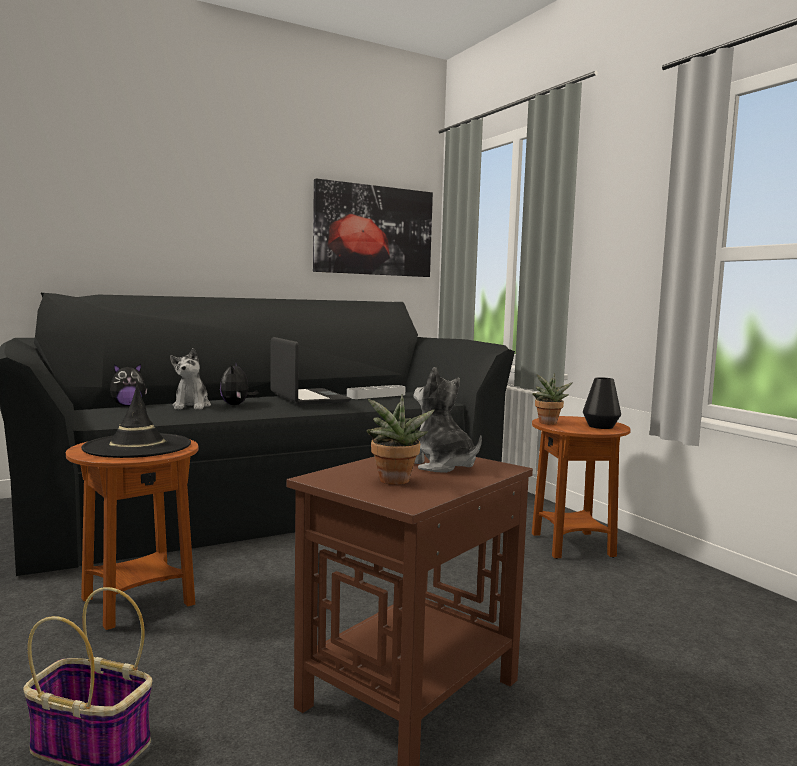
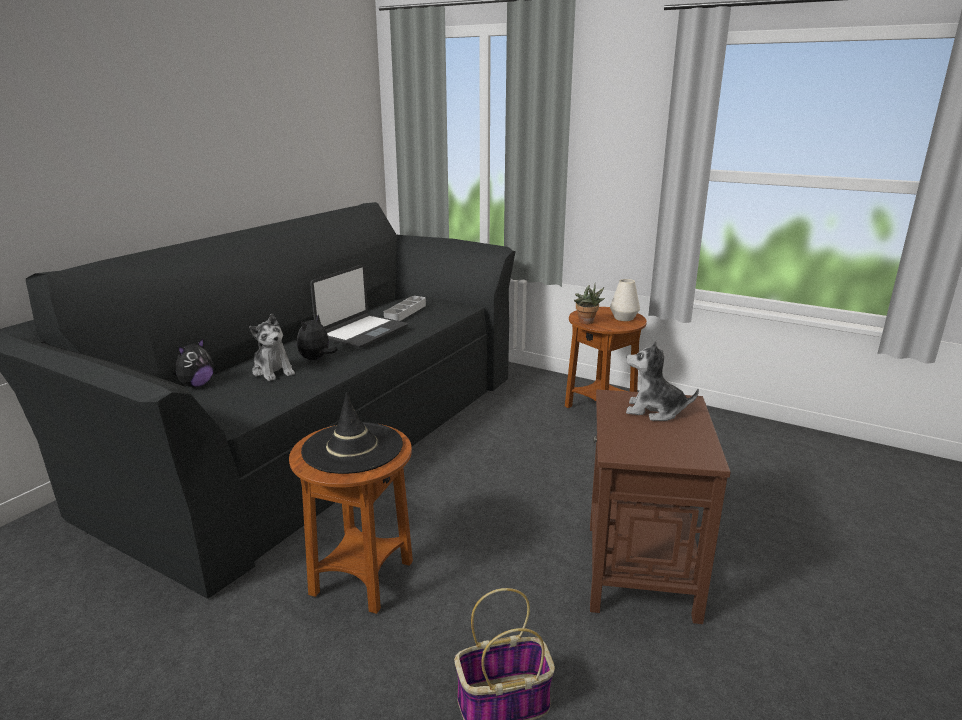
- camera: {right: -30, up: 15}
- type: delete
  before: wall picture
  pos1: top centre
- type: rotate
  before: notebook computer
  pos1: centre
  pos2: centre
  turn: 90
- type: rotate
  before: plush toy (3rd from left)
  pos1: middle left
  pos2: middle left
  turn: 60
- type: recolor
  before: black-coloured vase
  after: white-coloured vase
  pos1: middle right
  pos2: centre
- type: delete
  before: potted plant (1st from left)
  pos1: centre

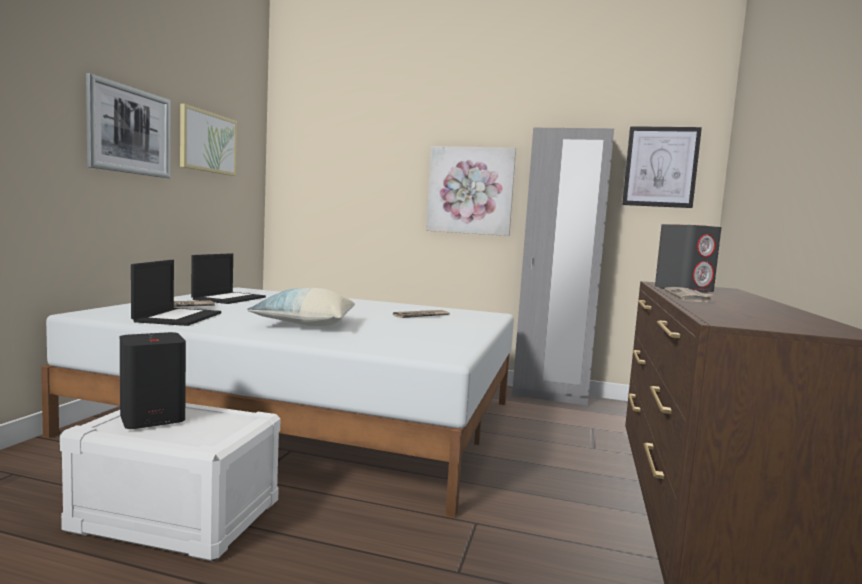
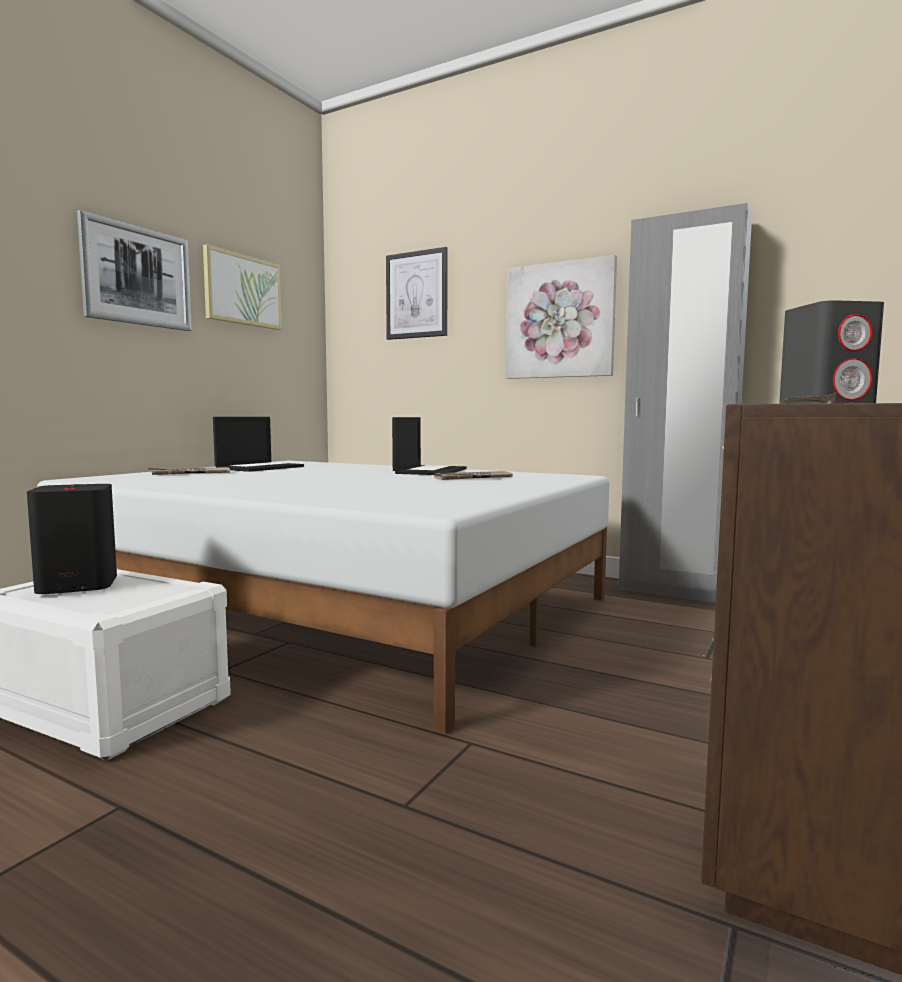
- camera: {right: 15, up: 0}
- type: move
  before: wall picture (4th from left in the first image)
  after: wall picture (3rd from left)
  pos1: top right
  pos2: top centre
- type: move
  before: notebook computer (1st from left in the first image)
  after: notebook computer (2nd from left)
  pos1: middle left
  pos2: centre
- type: delete
  before: pillow
  pos1: centre

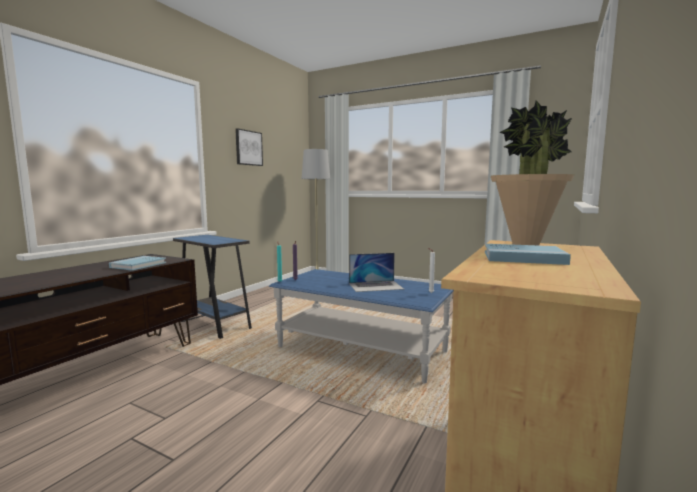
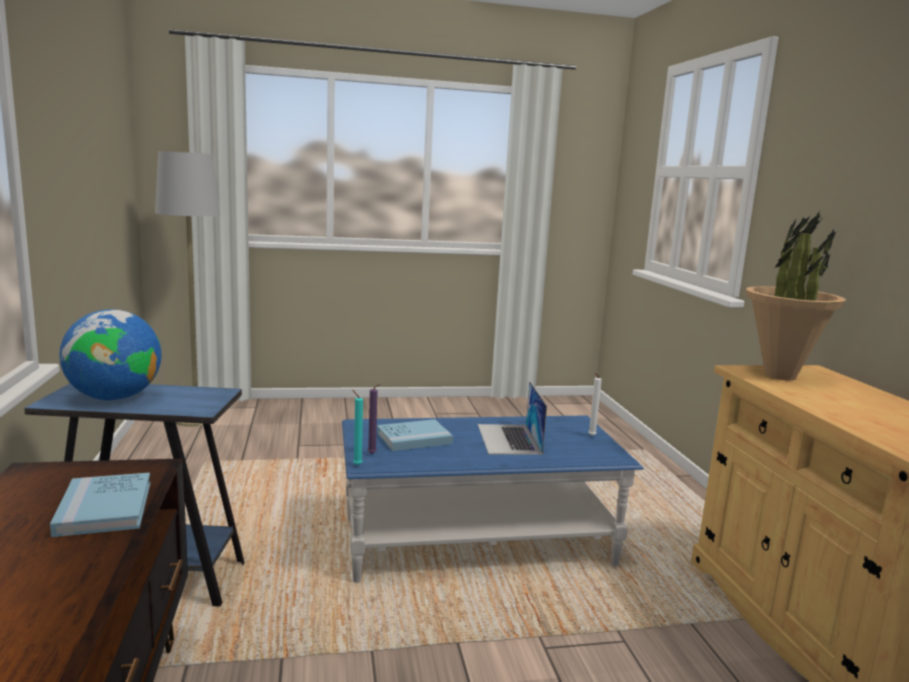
- camera: {right: -40, up: 5}
- type: delete
  before: wall picture
  pos1: top centre
- type: move
  before: blue book (2nd from left)
  pos1: middle right
  pos2: centre
- type: rotate
  before: notebook computer
  pos1: centre
  pos2: centre
  turn: 135
- type: insert
  after: globe
  pos2: middle left

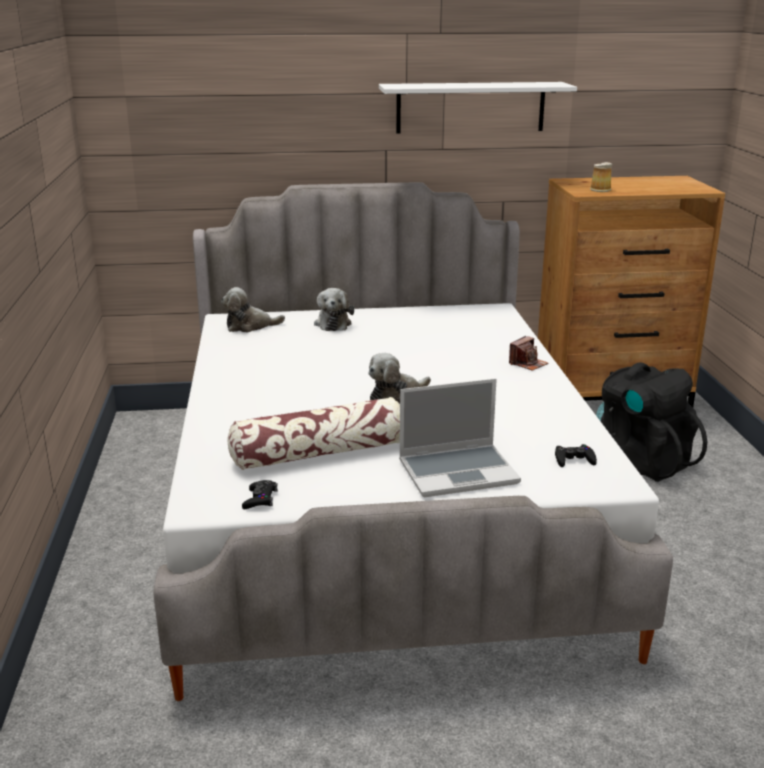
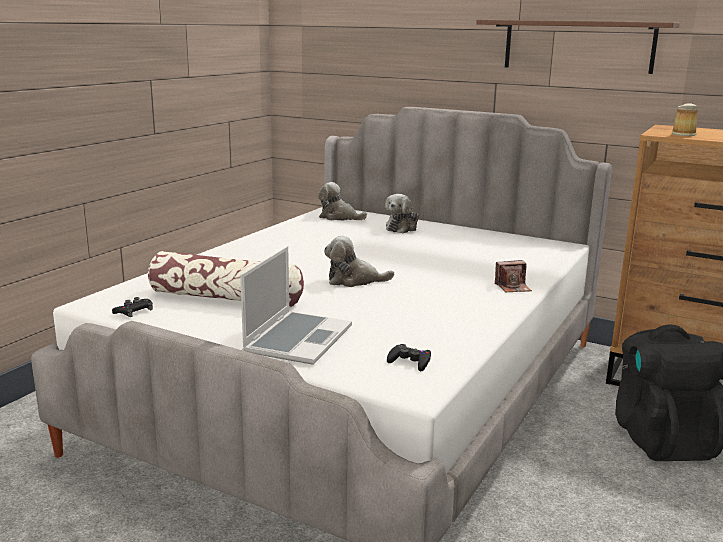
- camera: {right: 35, up: -5}
- type: recolor
  before: white-coloured bracket shelf
  after: brownish bracket shelf
  pos1: top centre
  pos2: top right
- type: rotate
  before: notebook computer
  pos1: centre
  pos2: centre
  turn: -90

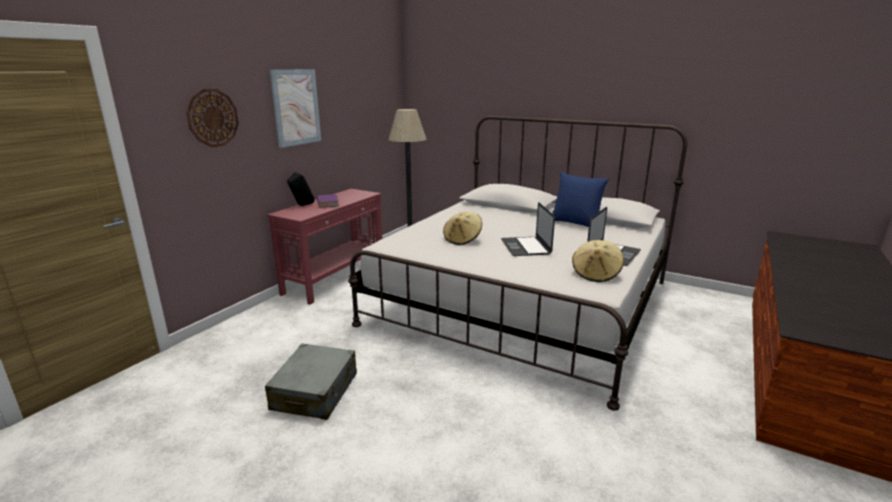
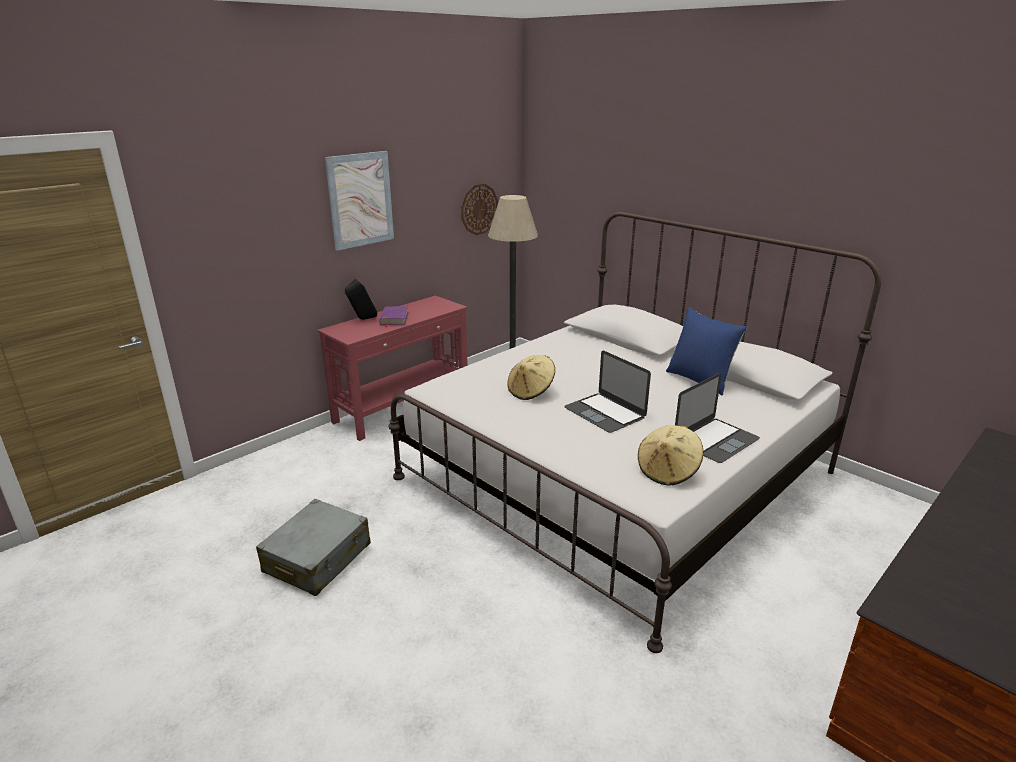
- camera: {right: 15, up: 5}
- type: move
  before: clock on the wall
  pos1: top left
  pos2: top centre
- type: rotate
  before: notebook computer (1st from left)
  pos1: centre
  pos2: centre
  turn: -45

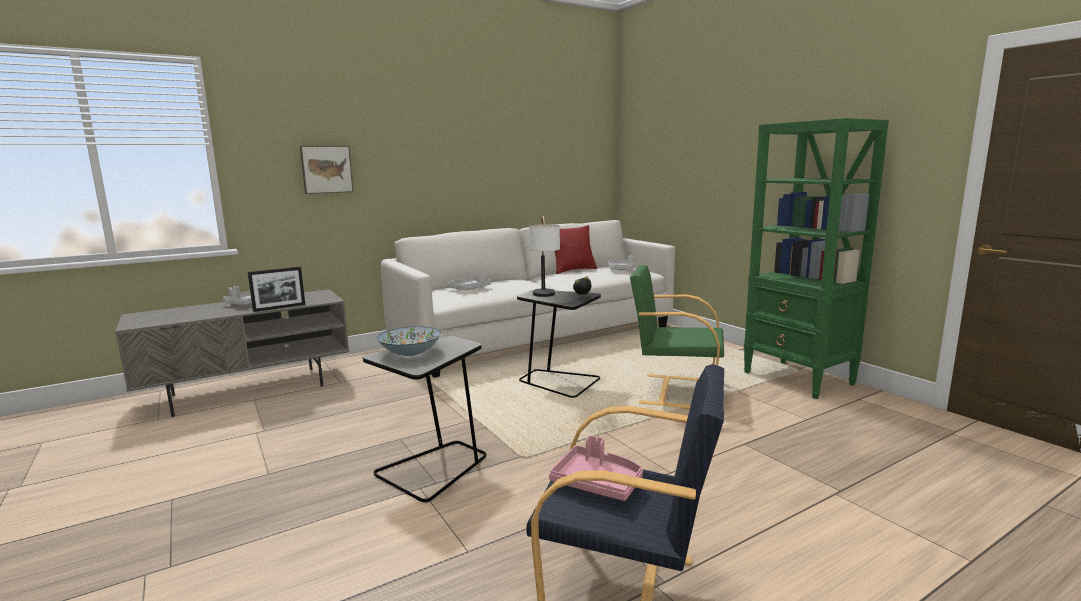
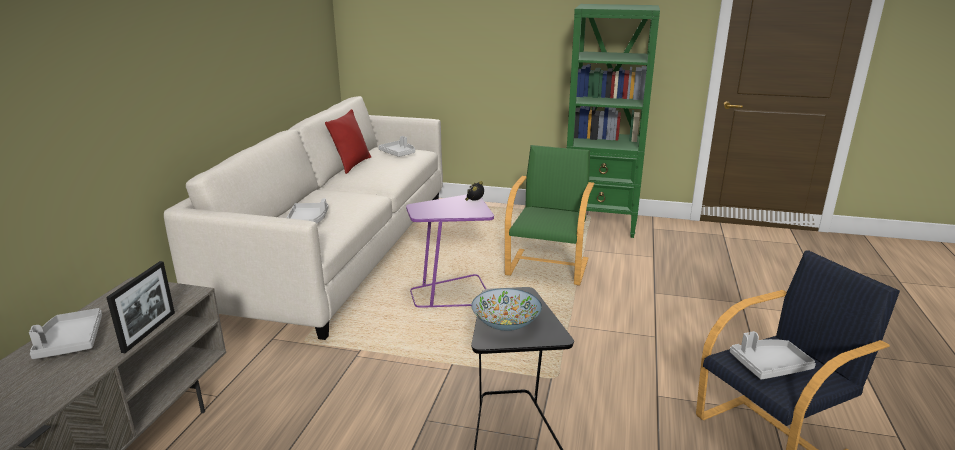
- camera: {right: -45, up: 10}
- type: delete
  before: wall picture
  pos1: top left
- type: delete
  before: table lamp
  pos1: centre
- type: rotate
  before: greenish easy chair
  pos1: centre
  pos2: centre
  turn: 135
- type: recolor
  before: black-coloured side table (2nd from left)
  after: purple side table
  pos1: centre
  pos2: centre
- type: recolor
  before: pink serving tray
  after: grey serving tray (4th from left)
  pos1: bottom centre
  pos2: bottom right

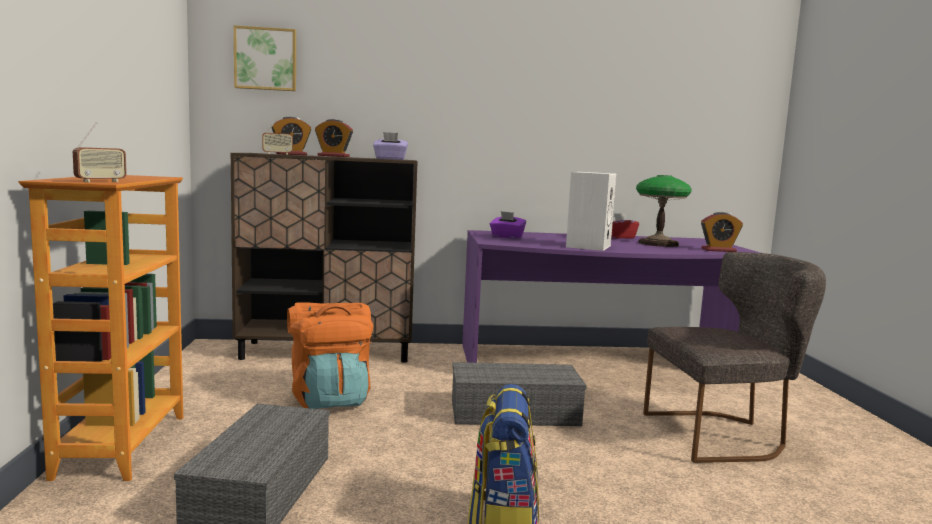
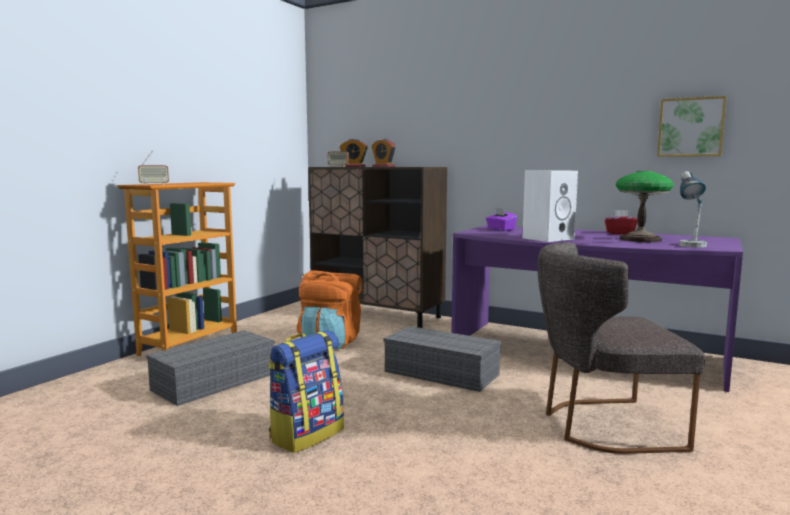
- camera: {right: 35, up: 0}
- type: move
  before: wall picture
  pos1: top left
  pos2: top right
- type: delete
  before: purple tissue holder (1st from left)
  pos1: top centre
- type: replace
  before: bedside clock (3rd from left)
  after: table lamp (2nd from left)
  pos1: middle right
  pos2: middle right
- type: rotate
  before: grey chair
  pos1: bottom right
  pos2: bottom right
  turn: 150

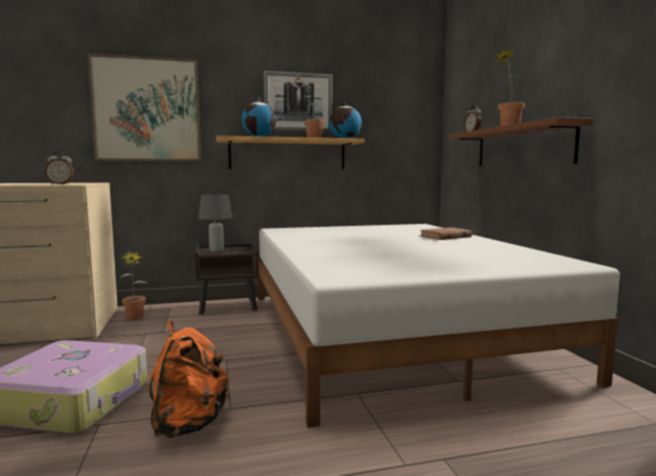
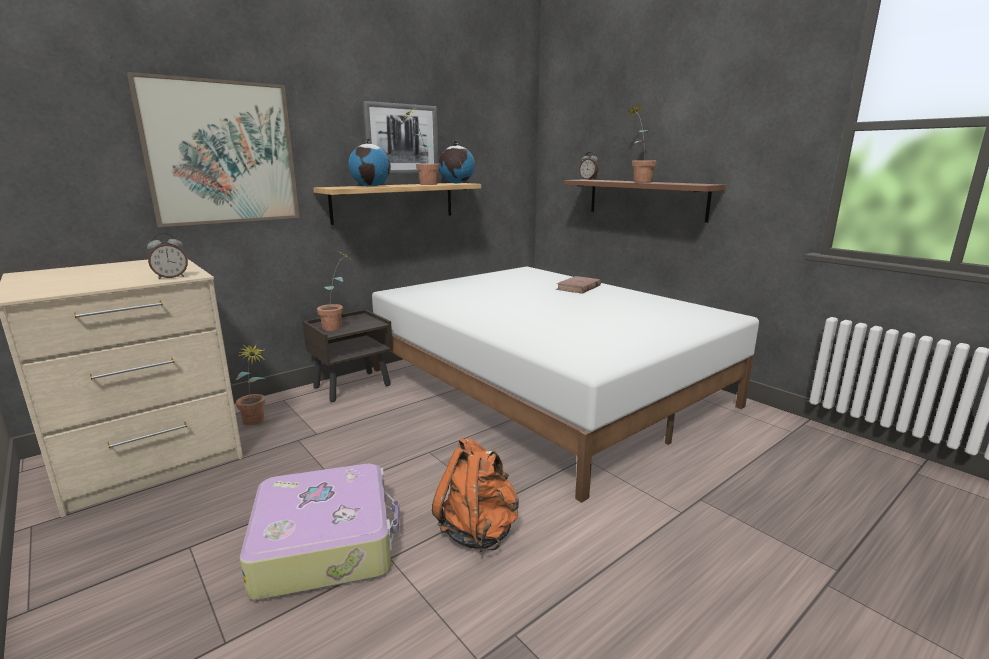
- camera: {right: -25, up: 10}
- type: replace
  before: grey table lamp
  after: potted plant (2nd from left)
  pos1: middle left
  pos2: centre

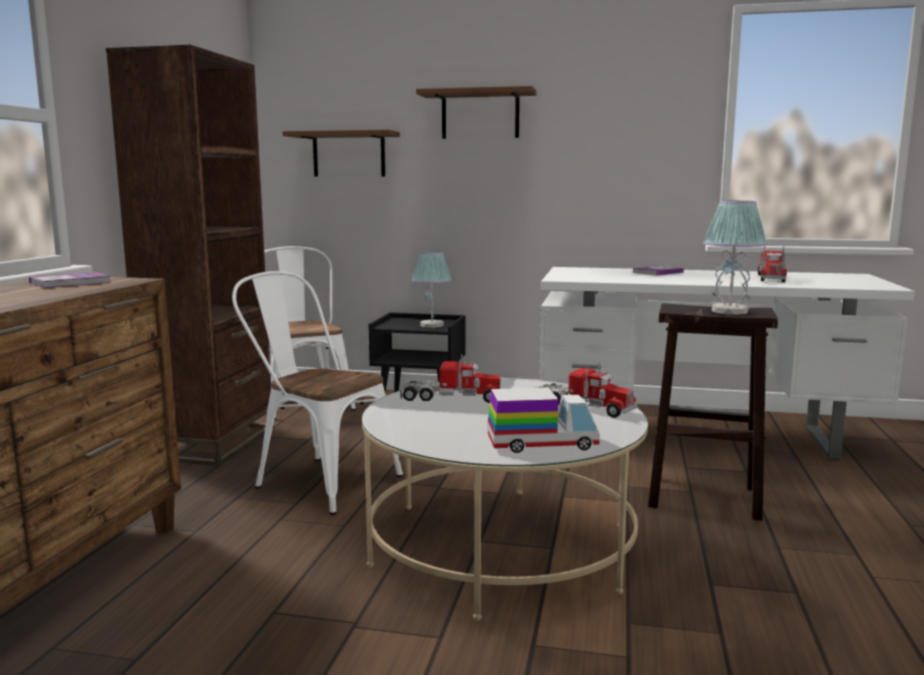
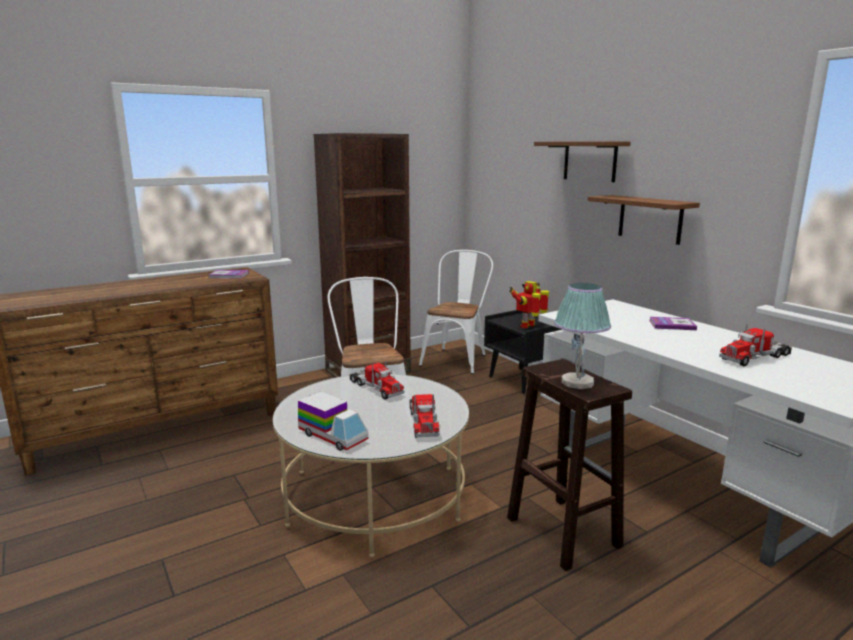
- camera: {right: 45, up: 5}
- type: move
  before: brownish bracket shelf (1st from left in the first image)
  after: brownish bracket shelf (2nd from left)
  pos1: top centre
  pos2: middle right
- type: replace
  before: table lamp (1st from left)
  after: toy robot
  pos1: centre
  pos2: centre

